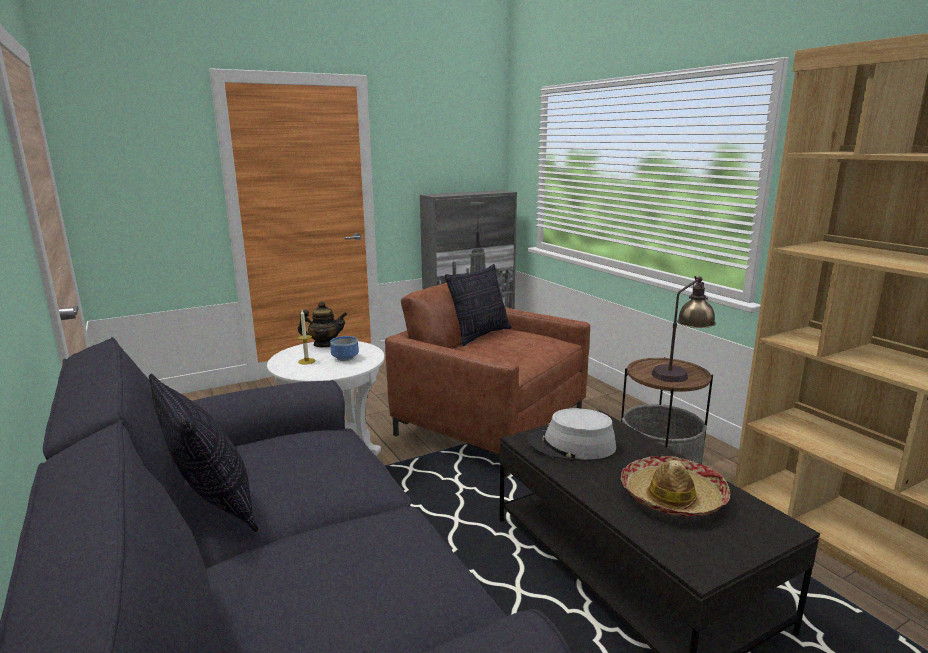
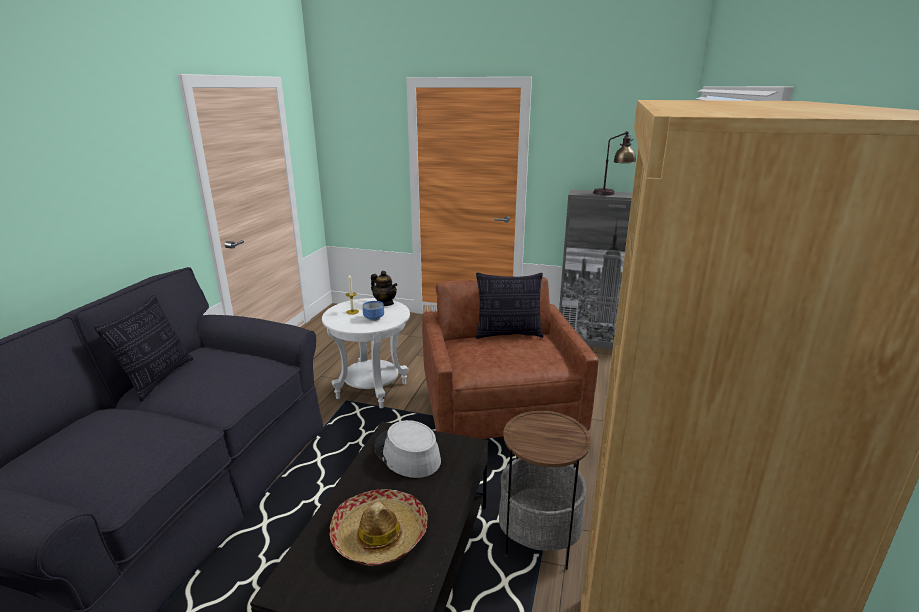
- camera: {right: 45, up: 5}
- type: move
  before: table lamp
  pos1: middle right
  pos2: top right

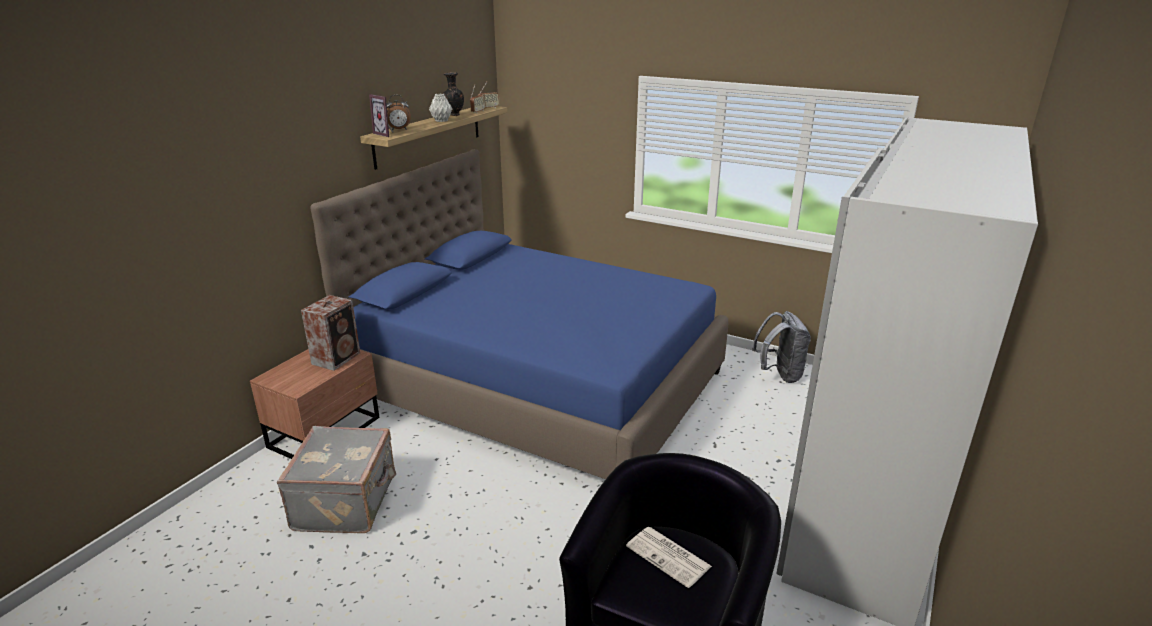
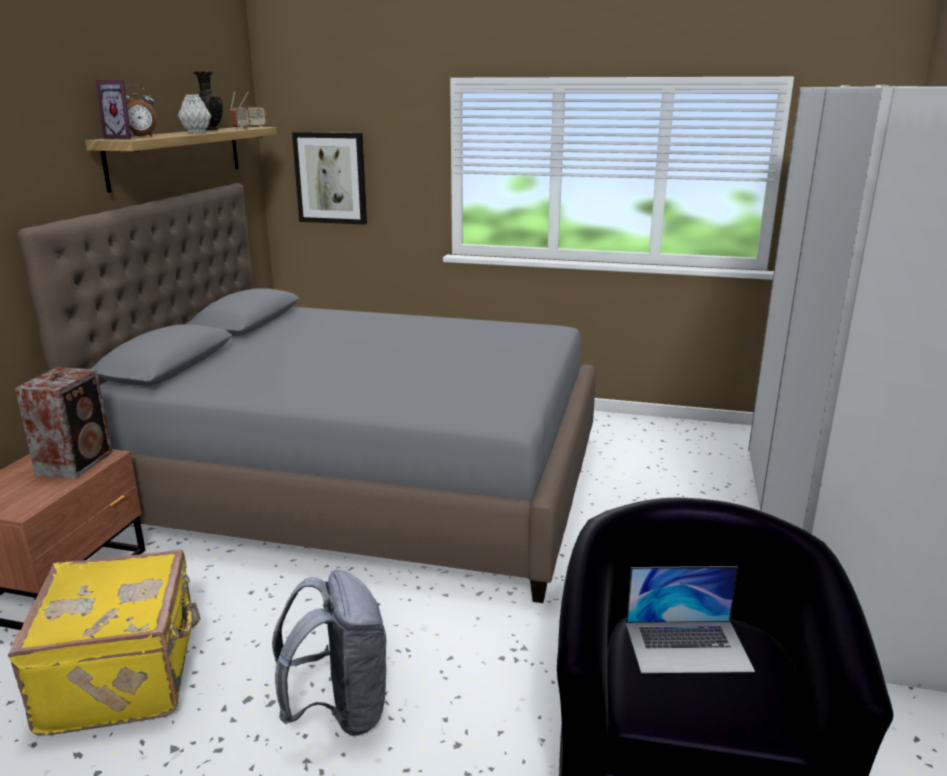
- camera: {right: -15, up: -5}
- type: recolor
  before: blue bed
  after: grey bed
  pos1: centre
  pos2: middle left
- type: move
  before: grey backpack
  pos1: middle right
  pos2: bottom centre
- type: recolor
  before: grey piece of luggage
  after: yellow piece of luggage
  pos1: bottom left
  pos2: bottom left
- type: replace
  before: newspaper
  after: notebook computer
  pos1: bottom centre
  pos2: bottom right
- type: insert
  after: wall picture
  pos2: top centre

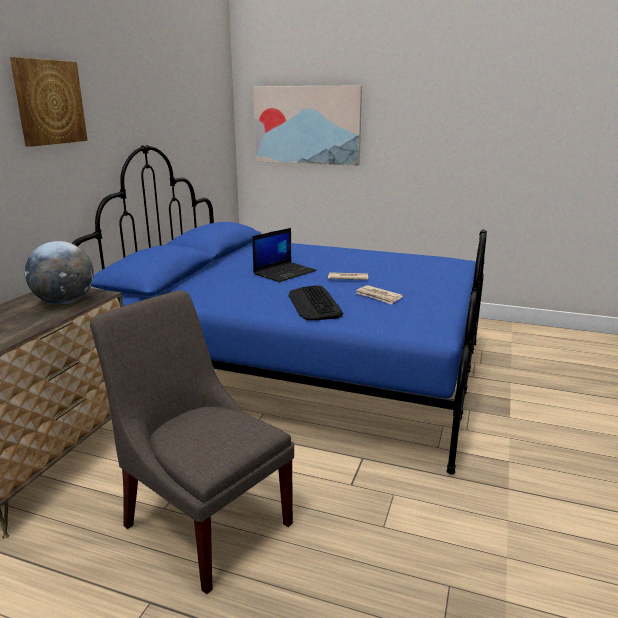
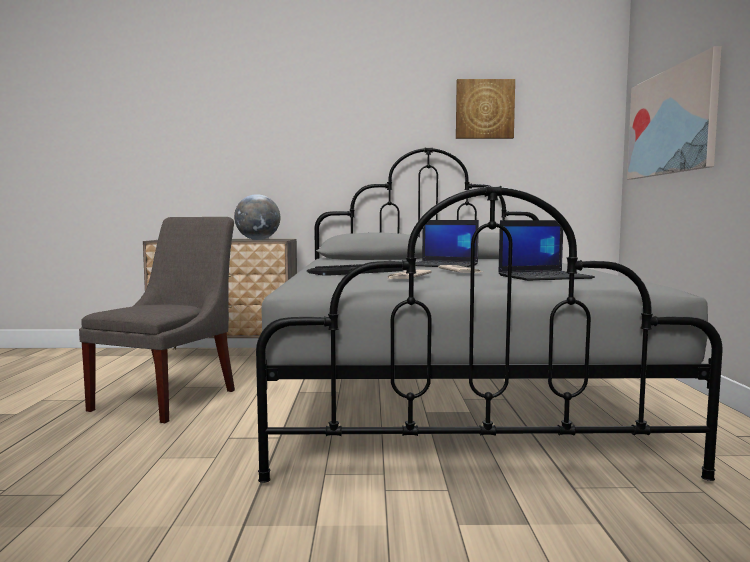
- camera: {right: 70, up: -15}
- type: move
  before: wall picture (1st from left)
  pos1: top left
  pos2: top centre
- type: recolor
  before: blue bed
  after: grey bed
  pos1: centre
  pos2: centre
- type: insert
  after: notebook computer (2nd from left)
  pos2: middle right

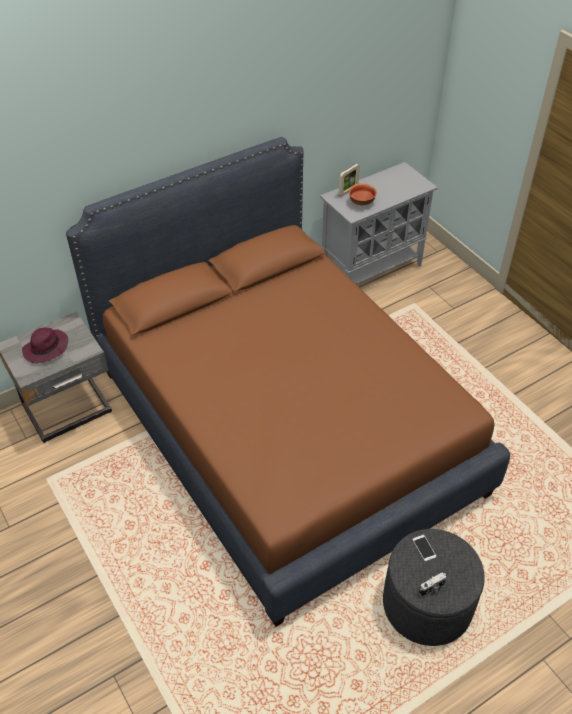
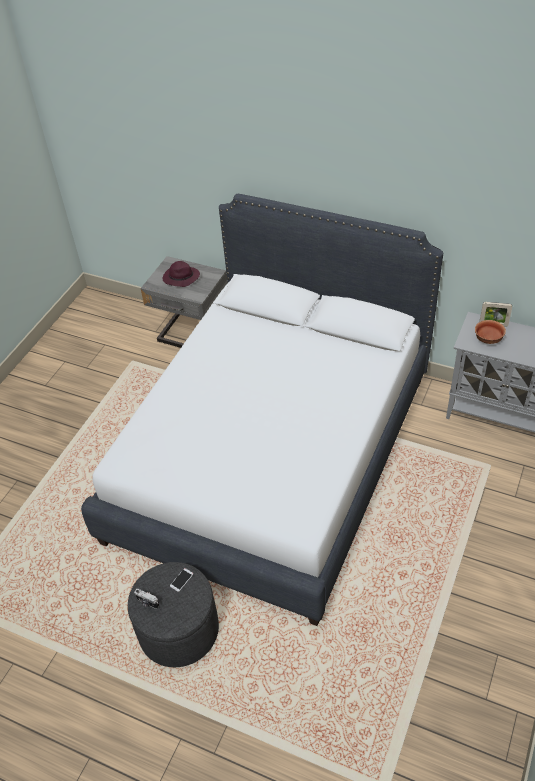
- camera: {right: 60, up: 0}
- type: recolor
  before: brownish bed
  after: white-coloured bed
  pos1: centre
  pos2: centre

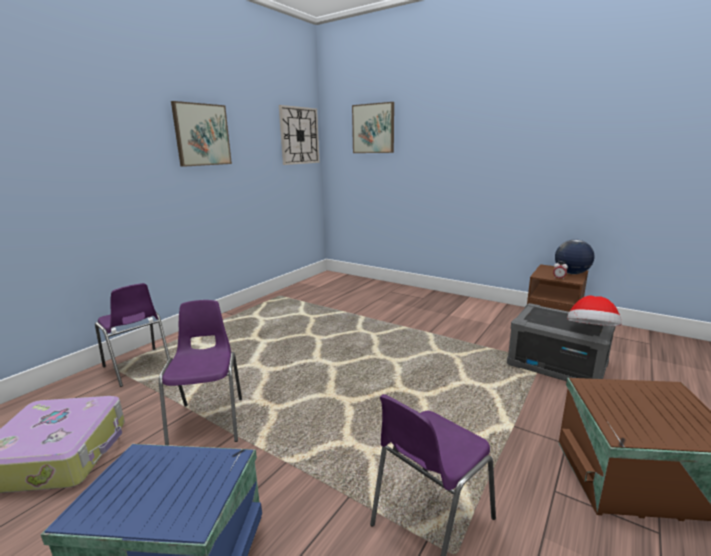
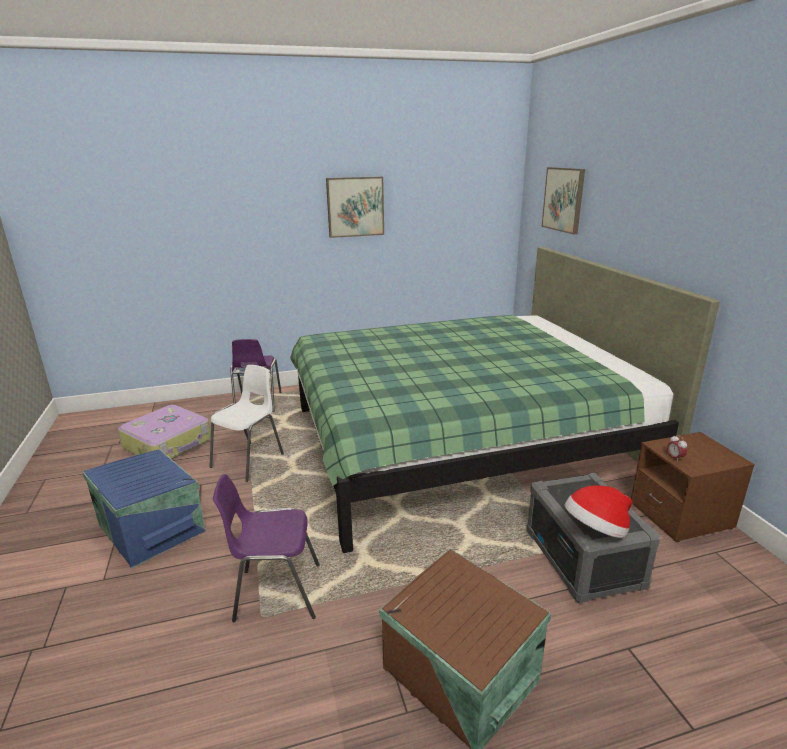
- camera: {right: 40, up: 5}
- type: delete
  before: clock on the wall
  pos1: top centre
- type: delete
  before: globe
  pos1: middle right
- type: recolor
  before: purple chair (2nd from left)
  after: white-coloured chair
  pos1: bottom left
  pos2: middle left
- type: insert
  after: greenish bed
  pos2: centre

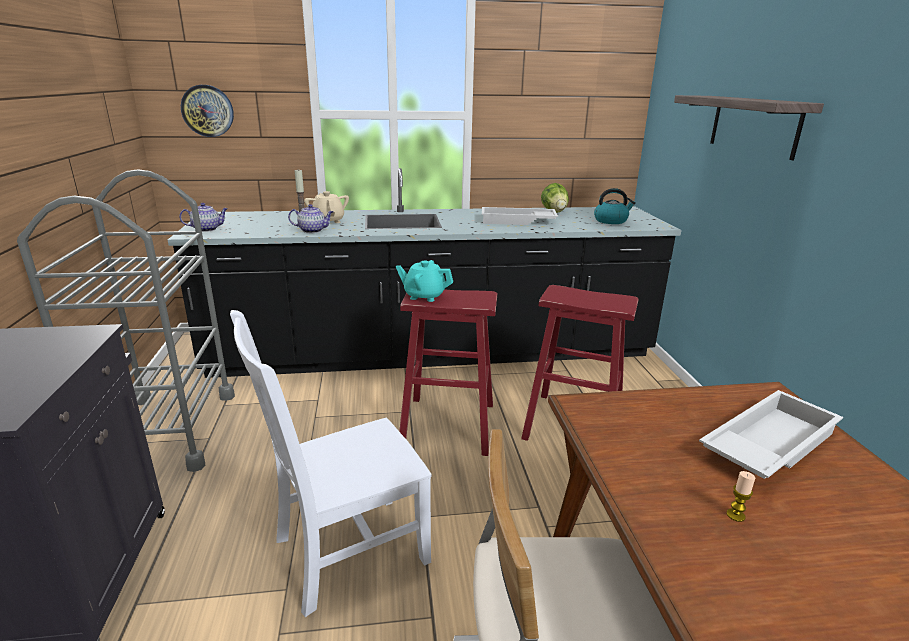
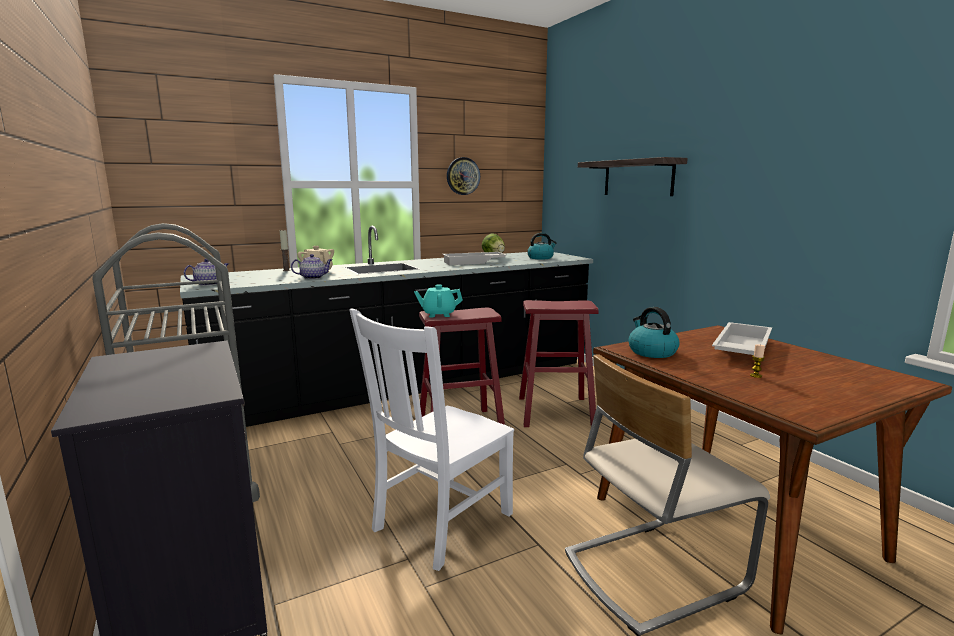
- camera: {right: -20, up: -10}
- type: move
  before: clock on the wall
  pos1: top left
  pos2: top centre
- type: insert
  after: water kettle (2nd from left)
  pos2: middle right

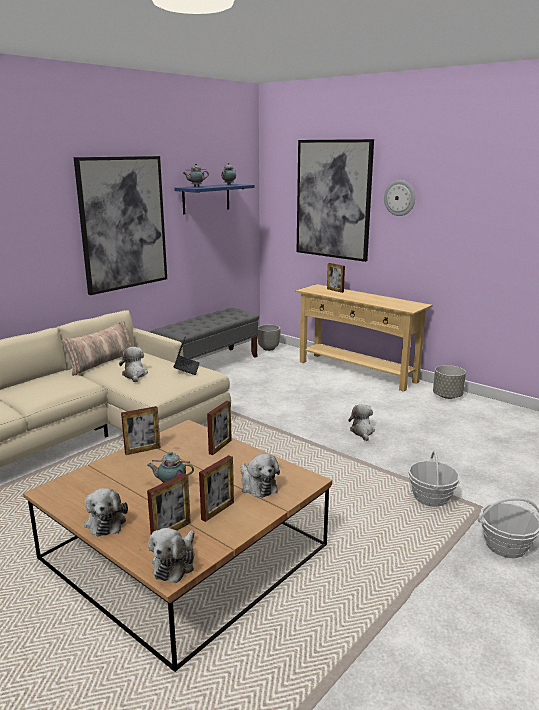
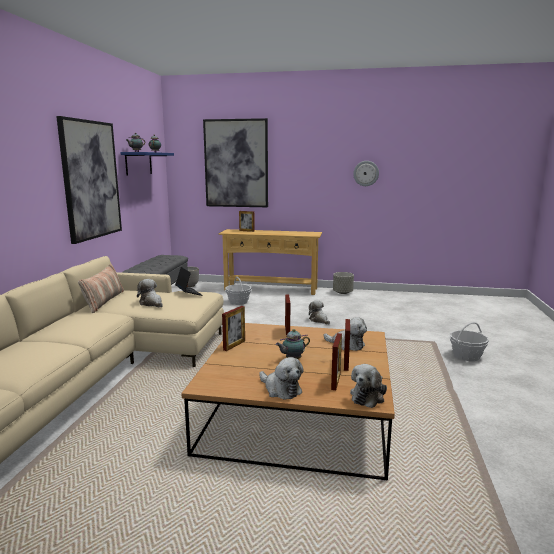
- camera: {right: -30, up: -5}
- type: move
  before: clock on the wall
  pos1: top right
  pos2: top centre
- type: move
  before: storage basket (1st from left)
  pos1: bottom right
  pos2: centre
- type: rotate
  before: plush toy (3rd from left in the first image)
  pos1: bottom left
  pos2: bottom centre
  turn: 45

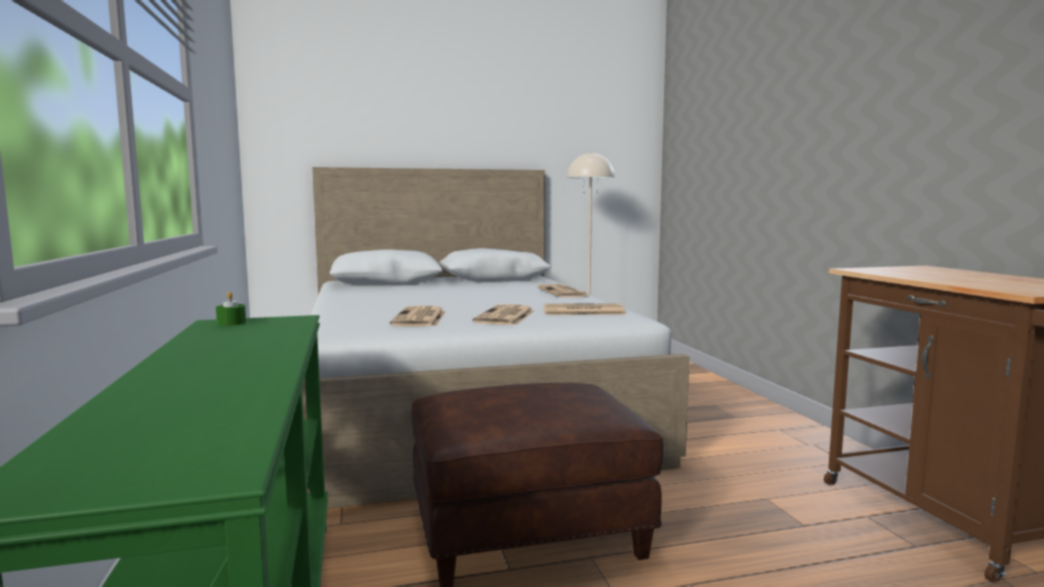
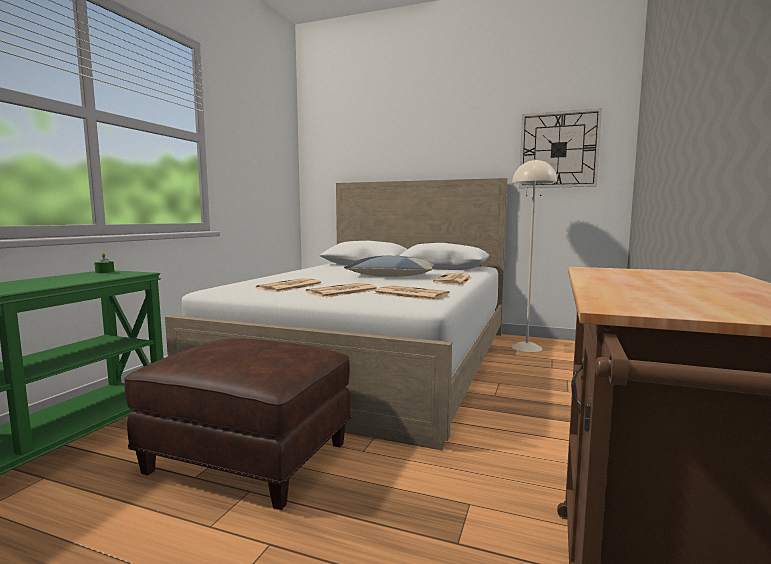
- camera: {right: 35, up: 0}
- type: insert
  after: clock on the wall
  pos2: top right
- type: insert
  after: pillow
  pos2: centre

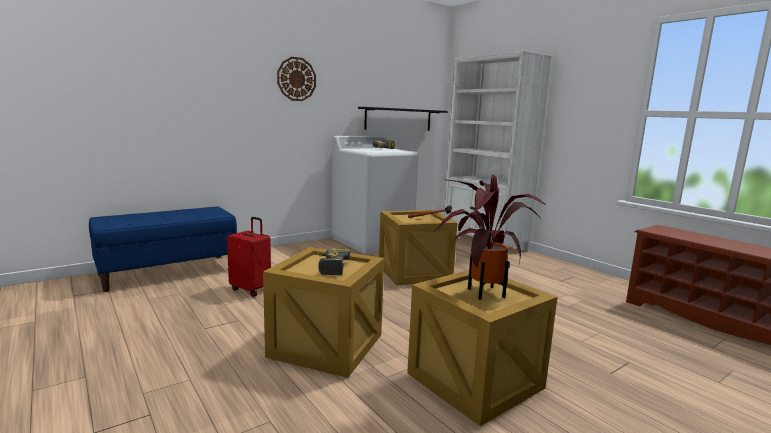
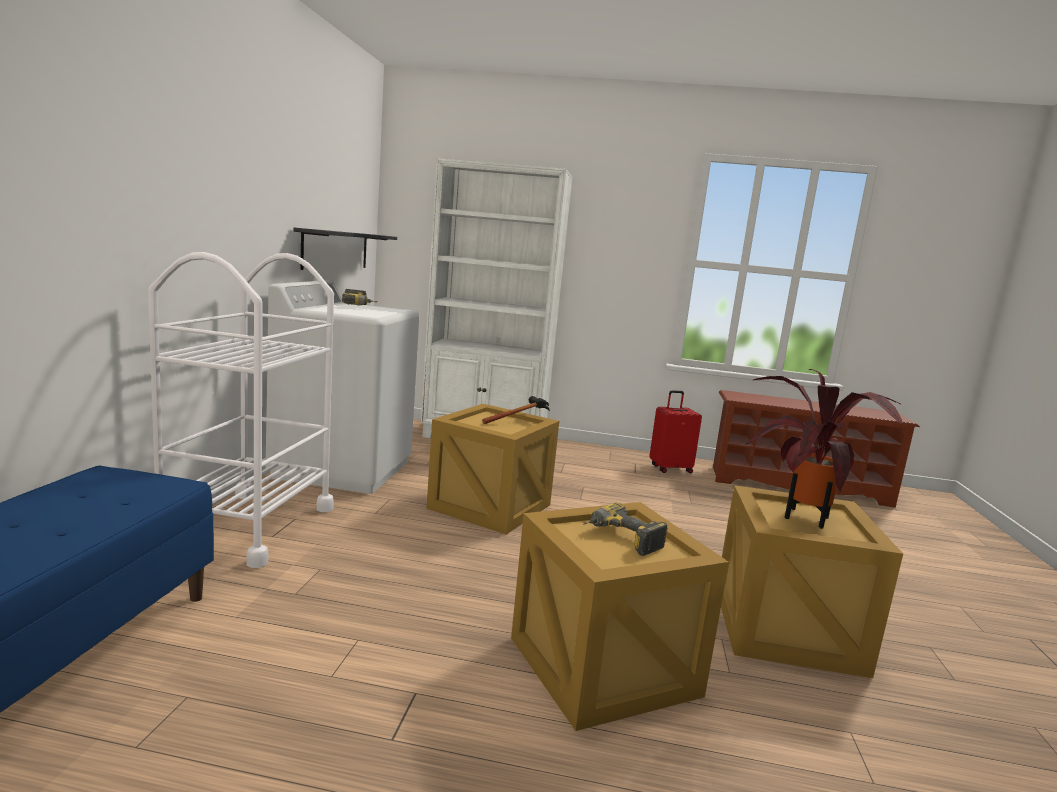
- camera: {right: -45, up: 0}
- type: delete
  before: clock on the wall
  pos1: top centre
- type: move
  before: red piece of luggage
  pos1: middle left
  pos2: centre
- type: insert
  after: white-coloured cart
  pos2: middle left

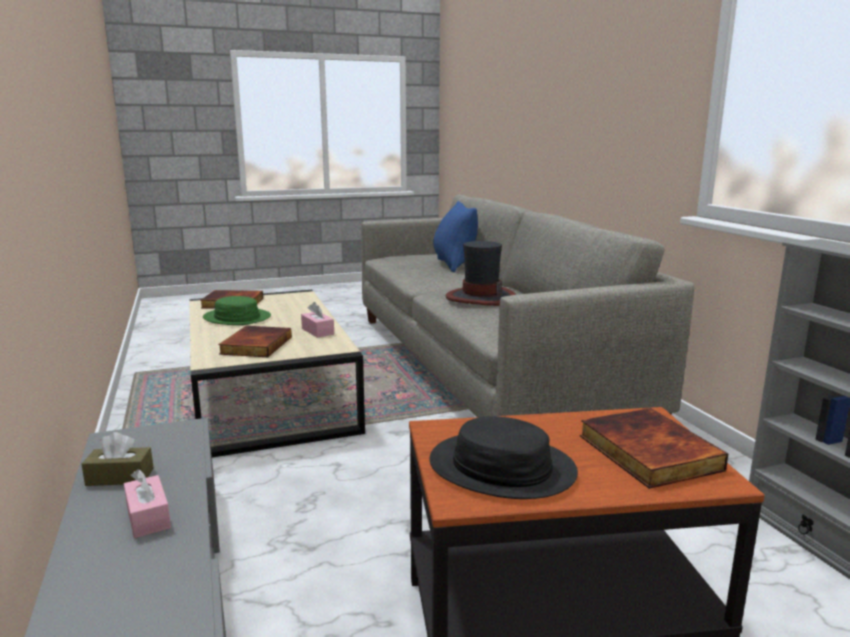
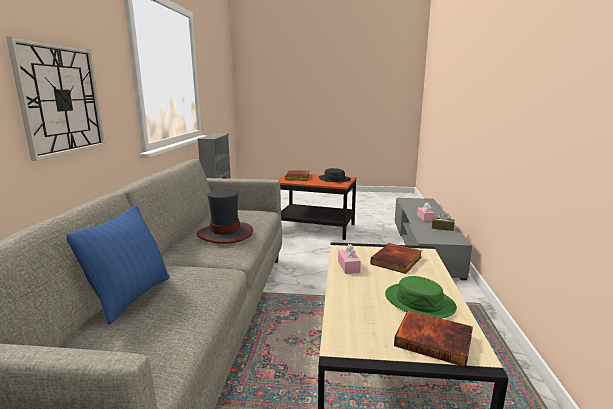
- camera: {right: -155, up: 0}
- type: insert
  after: clock on the wall
  pos2: top left

